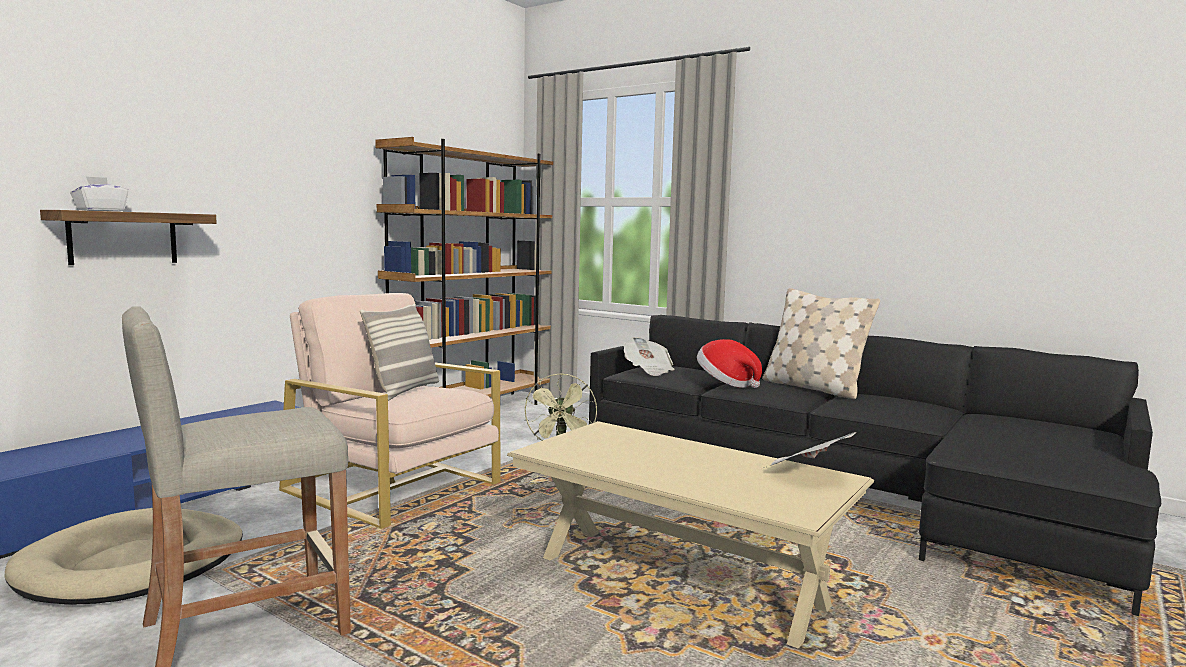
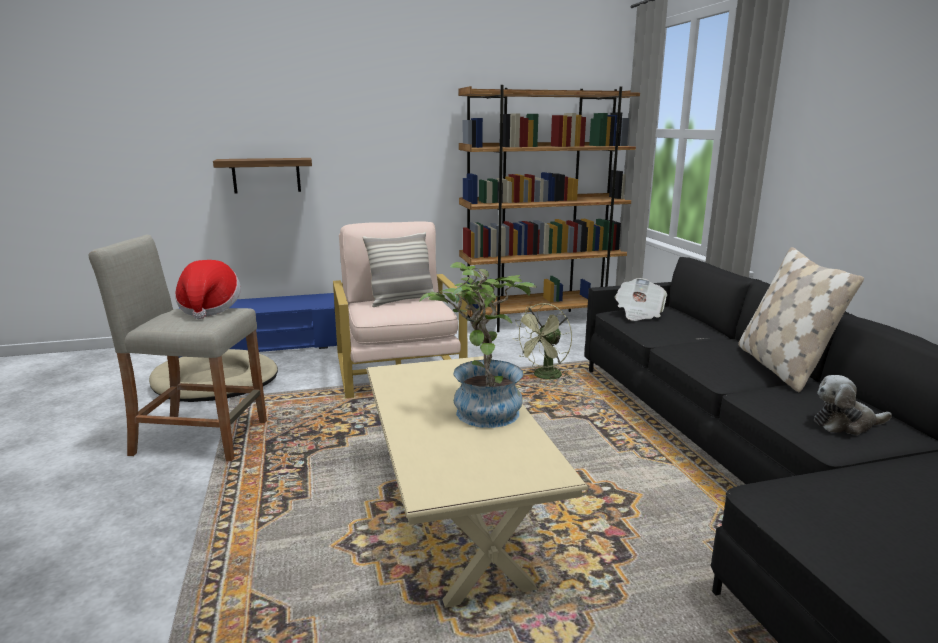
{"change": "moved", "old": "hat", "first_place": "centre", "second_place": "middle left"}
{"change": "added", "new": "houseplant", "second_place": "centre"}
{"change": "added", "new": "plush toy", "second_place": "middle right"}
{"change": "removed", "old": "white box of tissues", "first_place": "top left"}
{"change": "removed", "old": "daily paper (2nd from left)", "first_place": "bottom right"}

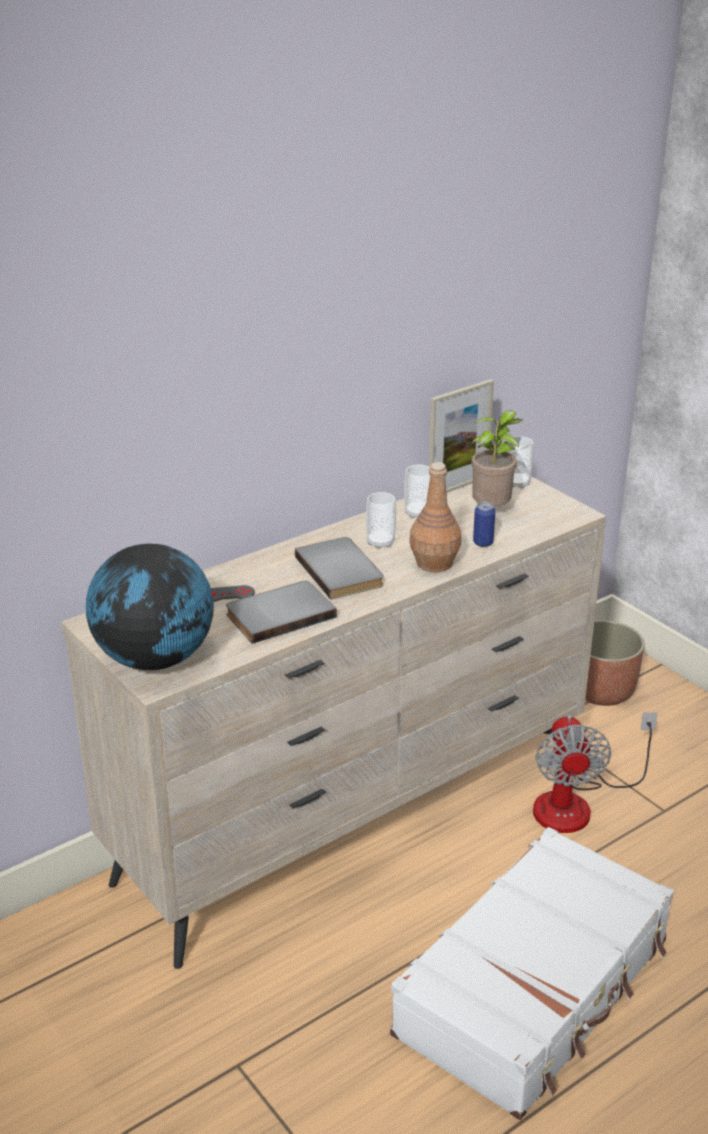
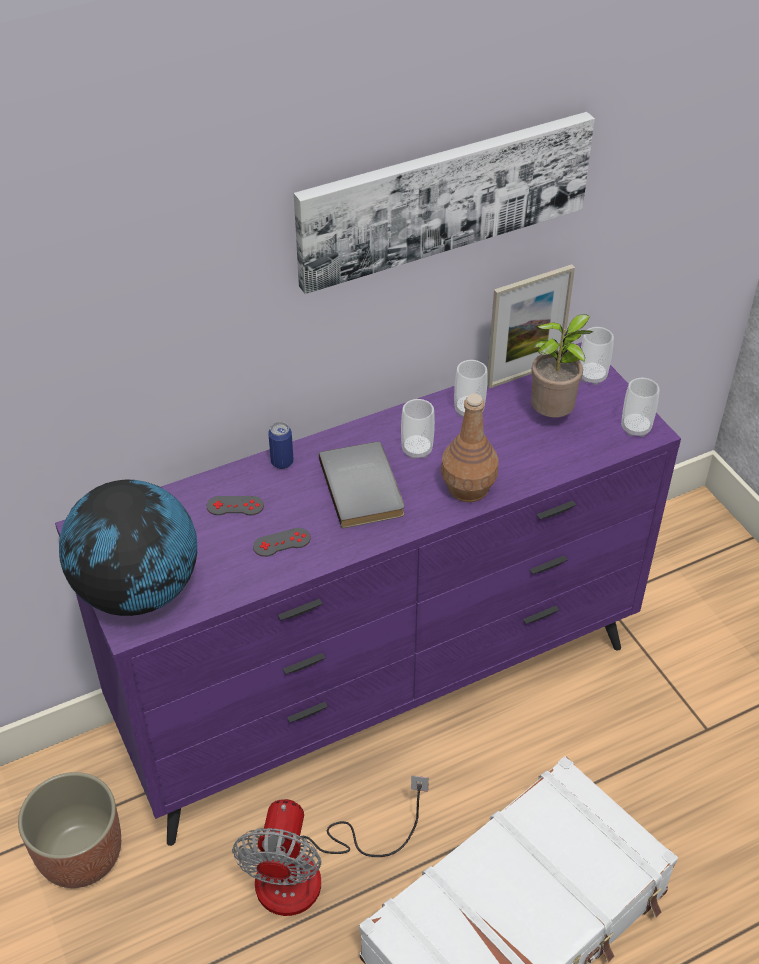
{"change": "moved", "old": "flower pot", "first_place": "middle right", "second_place": "bottom left"}
{"change": "recoloured", "old": "beige chest of drawers", "new": "purple-coloured chest of drawers", "first_place": "centre", "second_place": "centre"}
{"change": "moved", "old": "fan", "first_place": "bottom right", "second_place": "bottom centre"}
{"change": "replaced", "old": "grey bound book (1st from left)", "new": "grey joypad (2nd from left)", "first_place": "centre", "second_place": "centre"}
{"change": "moved", "old": "metal can", "first_place": "middle right", "second_place": "centre"}
{"change": "added", "new": "wall art", "second_place": "top centre"}
{"change": "added", "new": "small cup (4th from left)", "second_place": "middle right"}

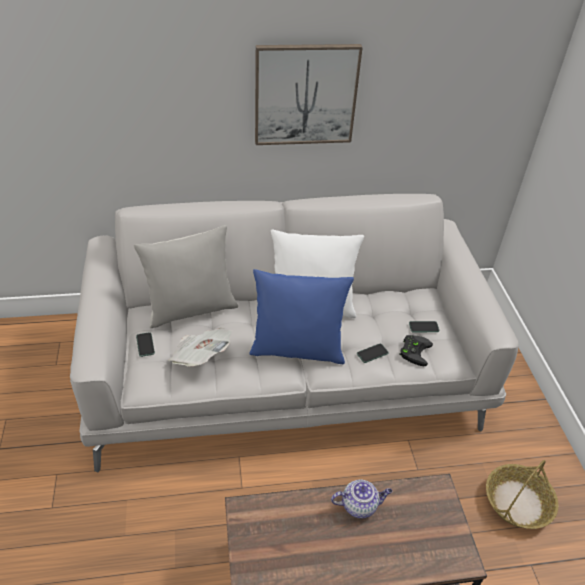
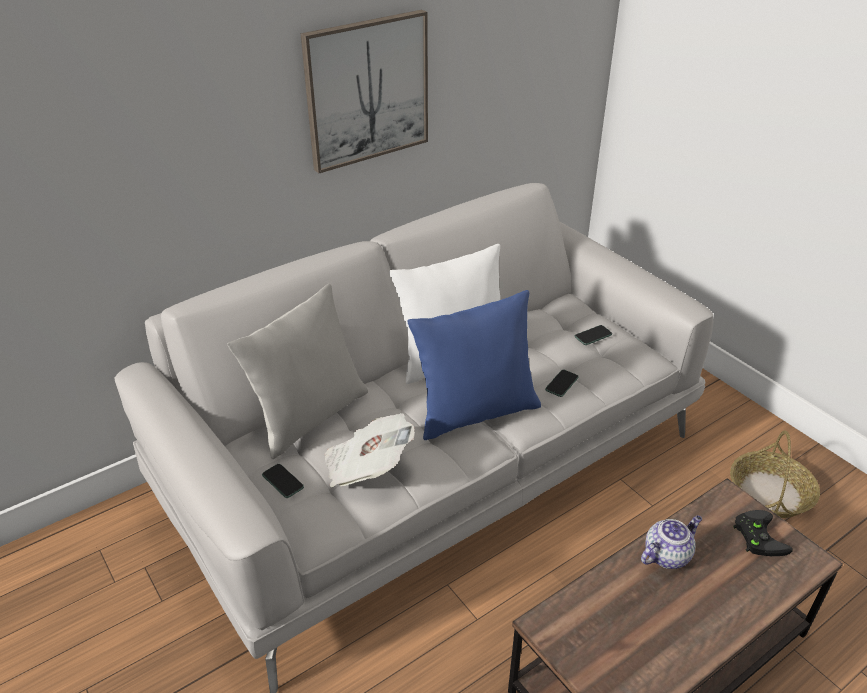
{"change": "moved", "old": "black joypad", "first_place": "middle right", "second_place": "bottom right"}

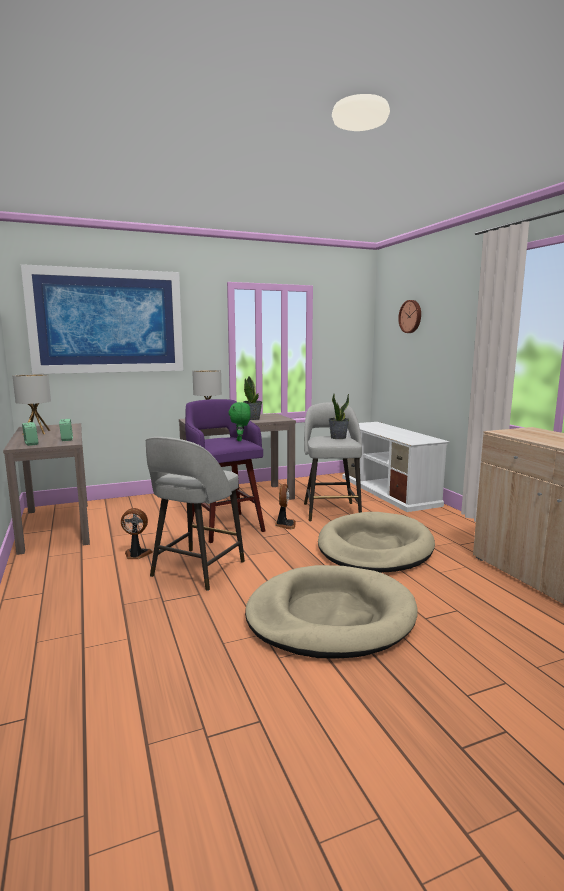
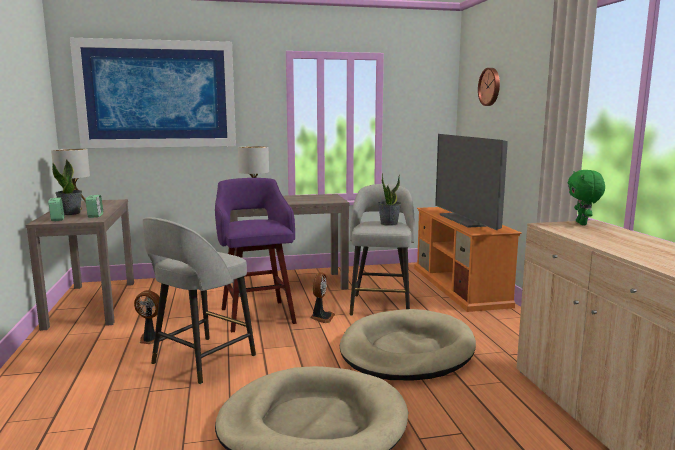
{"change": "moved", "old": "houseplant (1st from left)", "first_place": "centre", "second_place": "middle left"}
{"change": "recoloured", "old": "white media console", "new": "orange media console", "first_place": "middle right", "second_place": "middle right"}
{"change": "added", "new": "television", "second_place": "middle right"}
{"change": "moved", "old": "greenish plush toy", "first_place": "centre", "second_place": "middle right"}

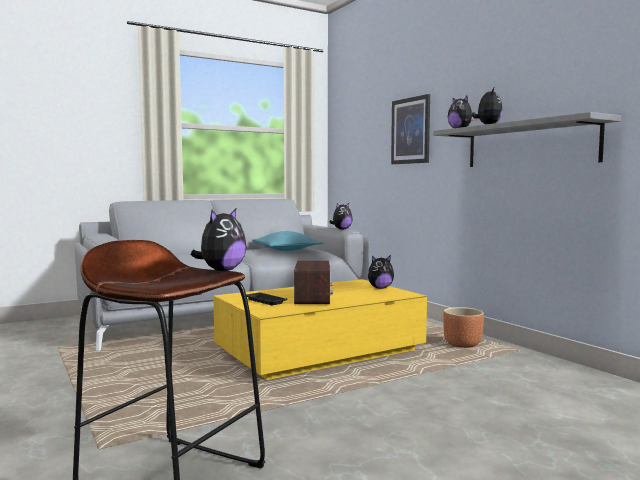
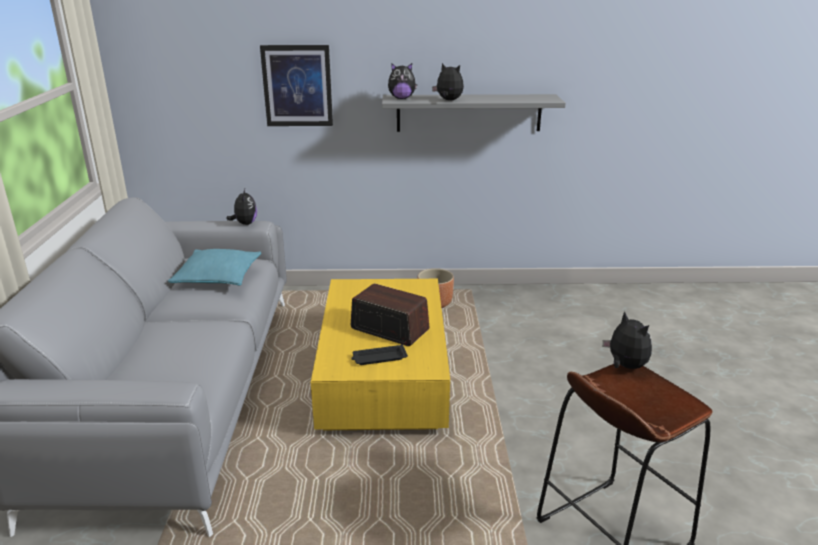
{"change": "removed", "old": "plush toy (3rd from left)", "first_place": "centre"}

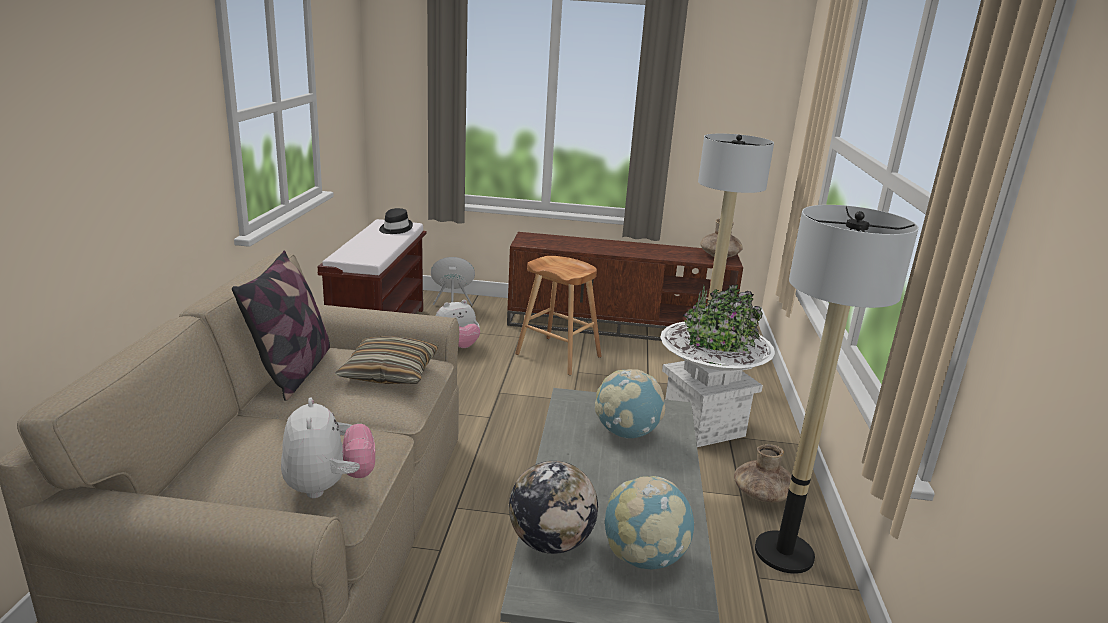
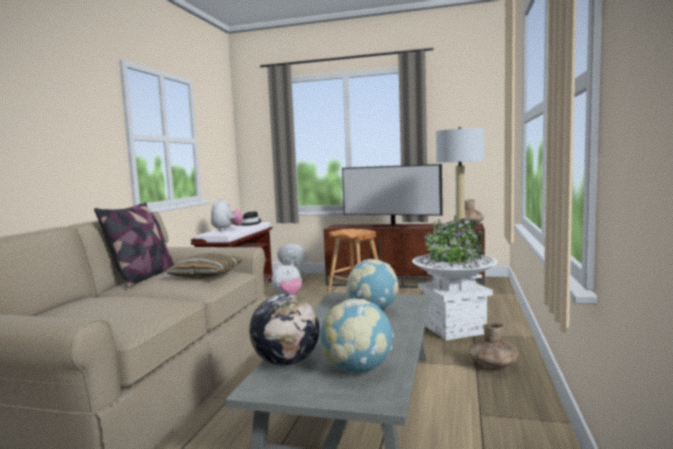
{"change": "moved", "old": "plush toy (1st from left)", "first_place": "bottom left", "second_place": "centre"}
{"change": "added", "new": "television", "second_place": "centre"}
{"change": "removed", "old": "standard lamp (2nd from left)", "first_place": "middle right"}

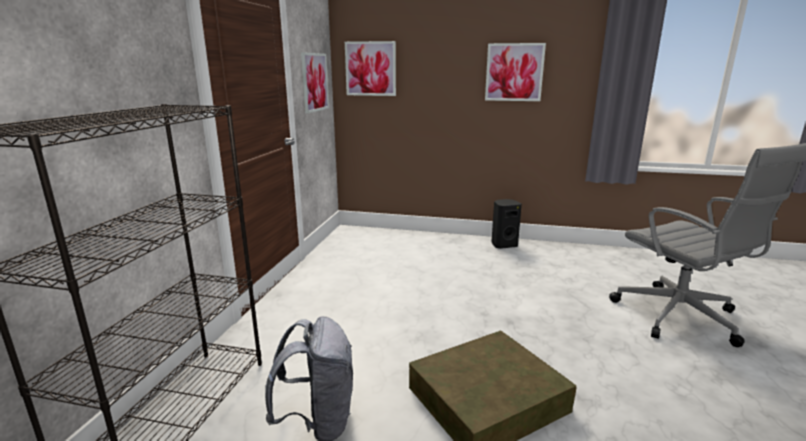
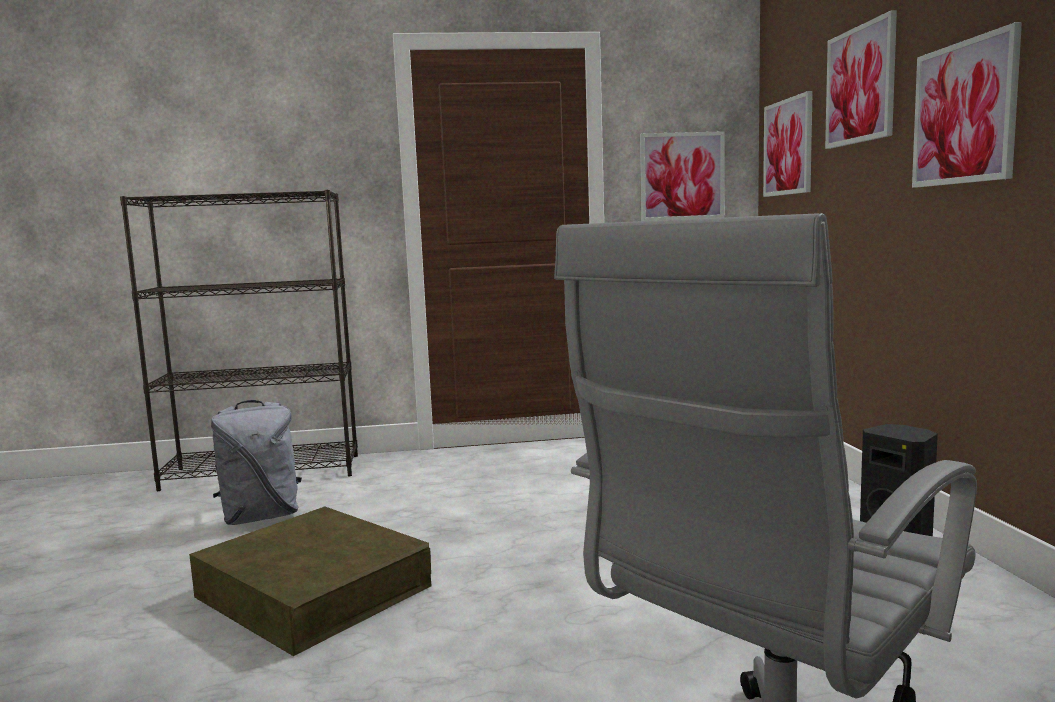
{"change": "added", "new": "wall art (3rd from left)", "second_place": "top right"}

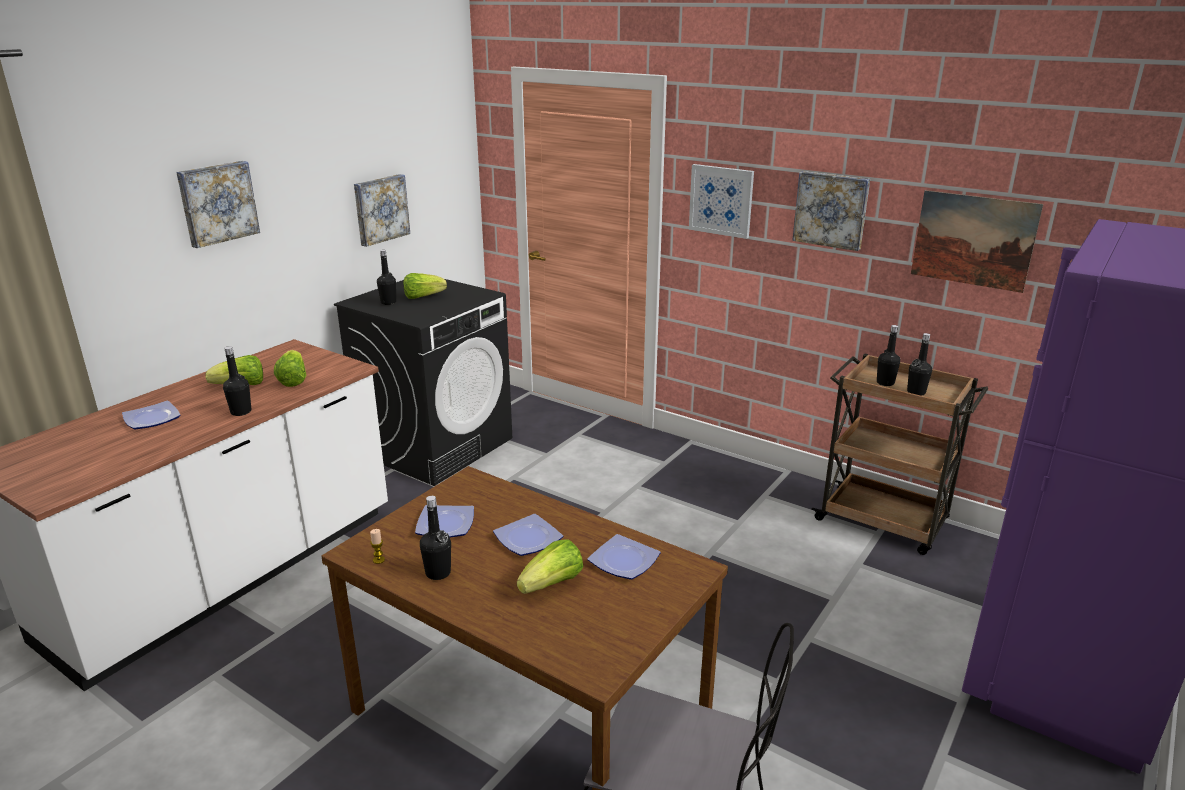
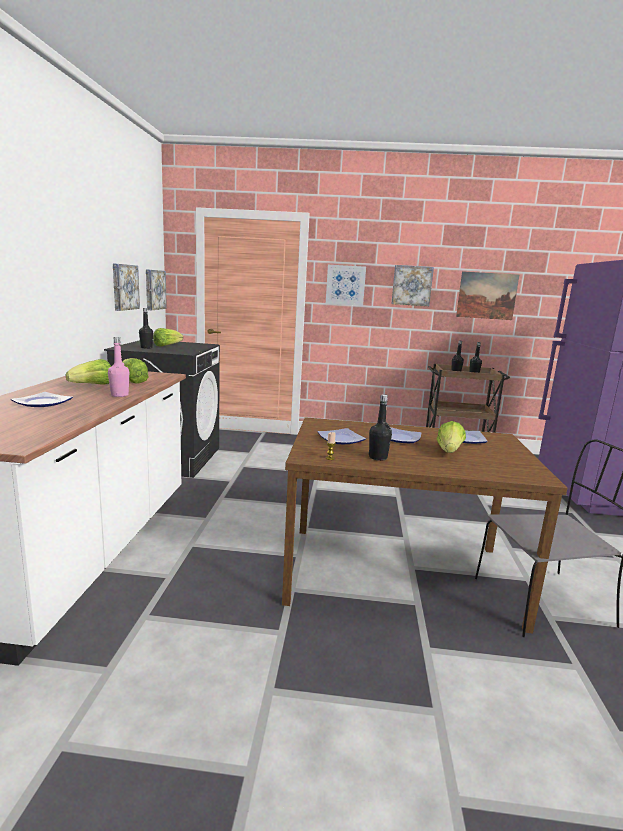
{"change": "recoloured", "old": "black beverage bottle (1st from left)", "new": "pinkish beverage bottle", "first_place": "middle left", "second_place": "middle left"}
{"change": "moved", "old": "wall art (1st from left in the first image)", "new": "wall art (2nd from left)", "first_place": "top left", "second_place": "middle left"}

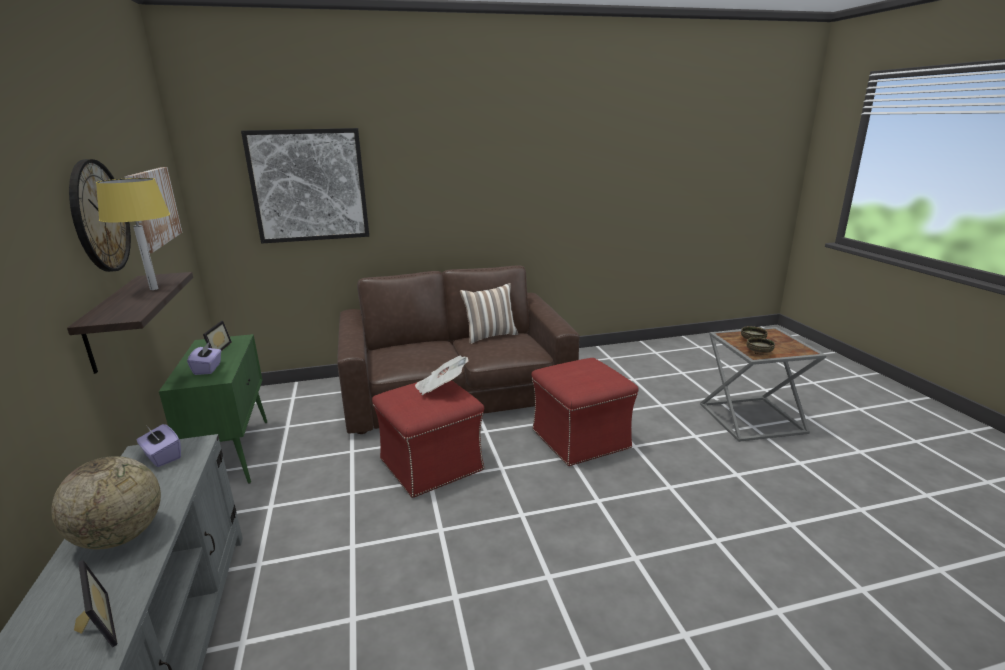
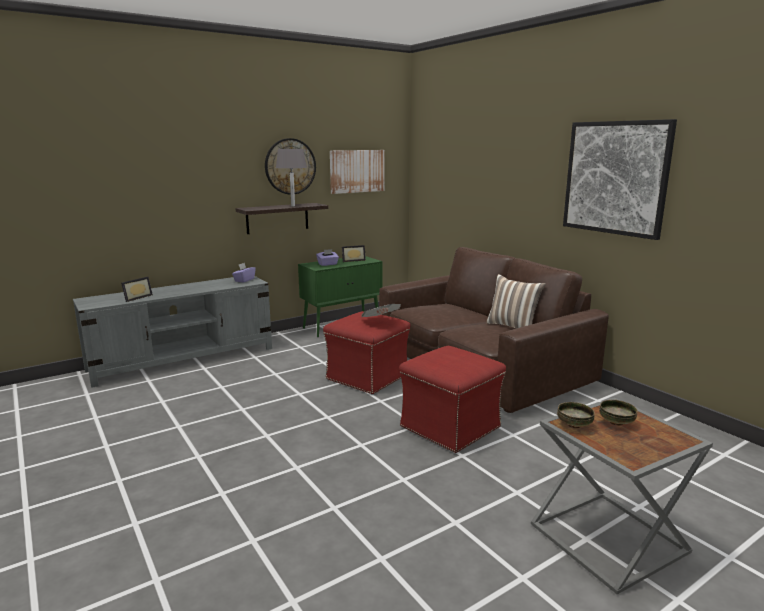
{"change": "recoloured", "old": "yellowish lamp for a table", "new": "grey lamp for a table", "first_place": "middle left", "second_place": "top centre"}
{"change": "moved", "old": "wall art (2nd from left)", "first_place": "top left", "second_place": "top right"}
{"change": "removed", "old": "world globe", "first_place": "bottom left"}

